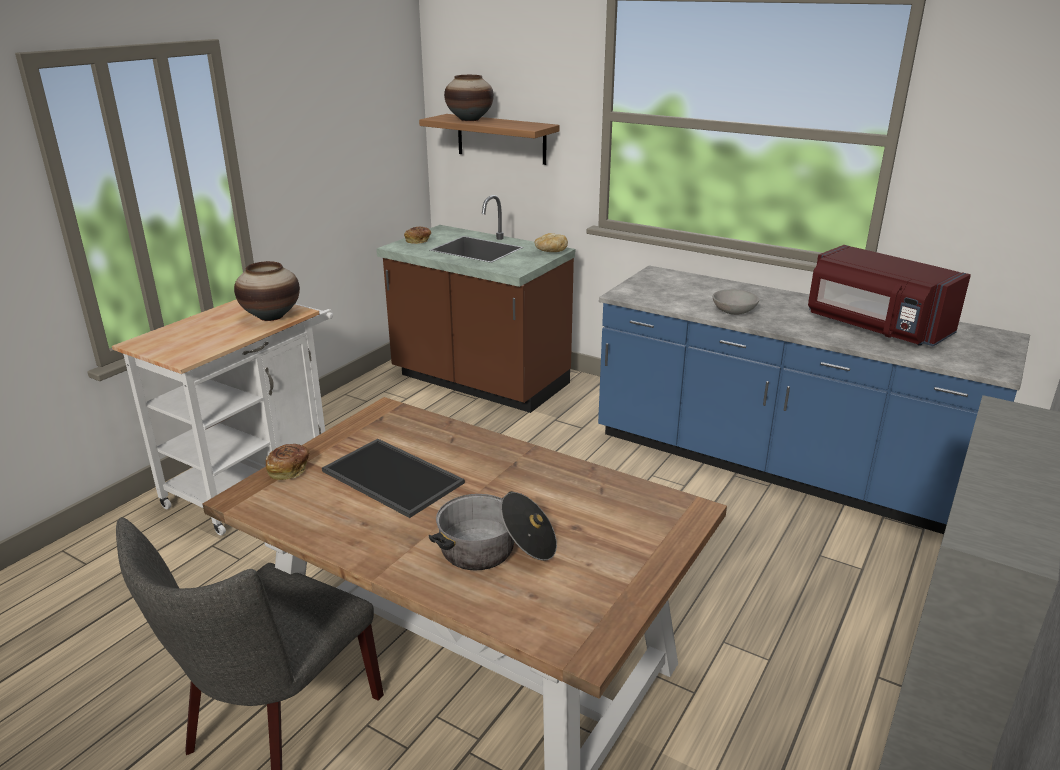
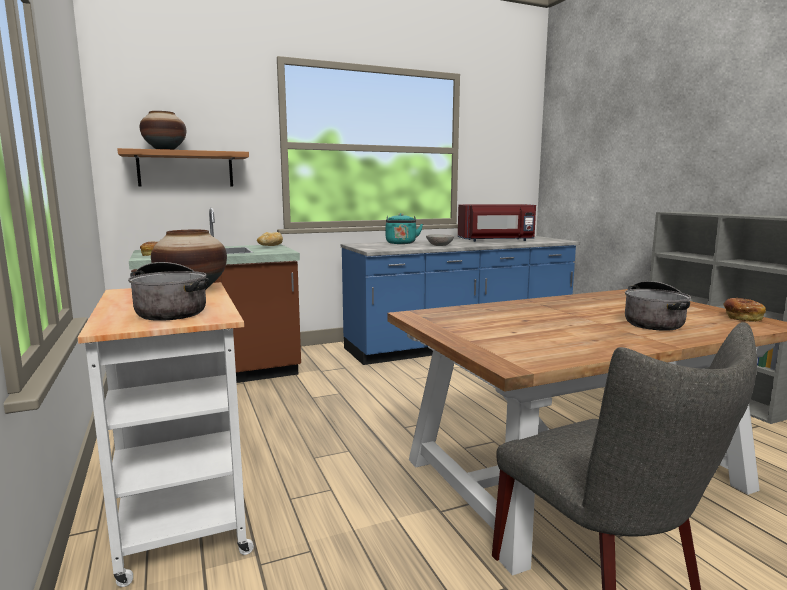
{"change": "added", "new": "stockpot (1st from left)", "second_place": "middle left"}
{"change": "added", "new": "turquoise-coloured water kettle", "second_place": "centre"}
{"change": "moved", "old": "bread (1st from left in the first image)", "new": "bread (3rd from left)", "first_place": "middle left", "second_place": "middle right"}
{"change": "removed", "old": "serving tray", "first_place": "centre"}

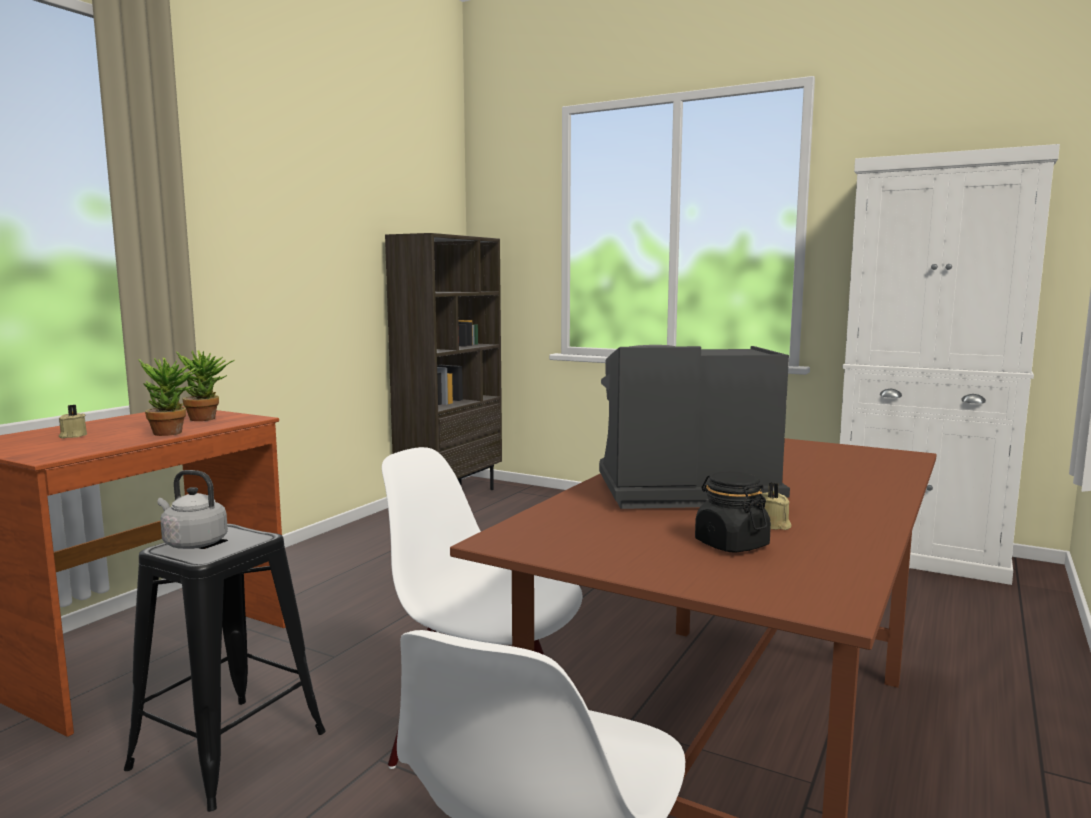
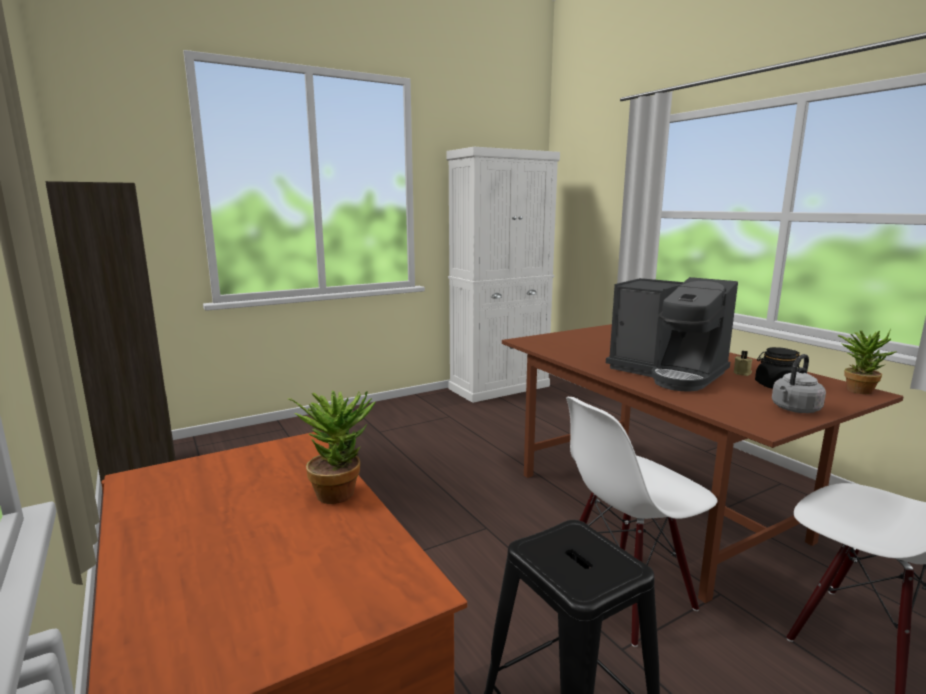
{"change": "turned", "old": "coffee brewer", "first_place": "centre", "second_place": "middle right", "degrees": -75}
{"change": "moved", "old": "grey water kettle", "first_place": "middle left", "second_place": "middle right"}
{"change": "moved", "old": "houseplant (2nd from left)", "first_place": "middle left", "second_place": "middle right"}
{"change": "removed", "old": "beige wax candle (1st from left)", "first_place": "middle left"}

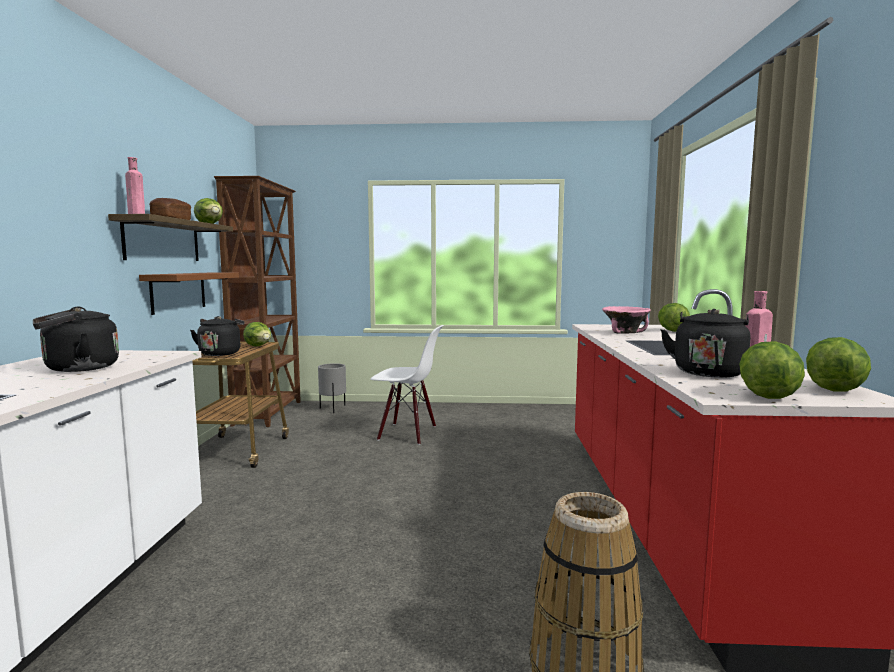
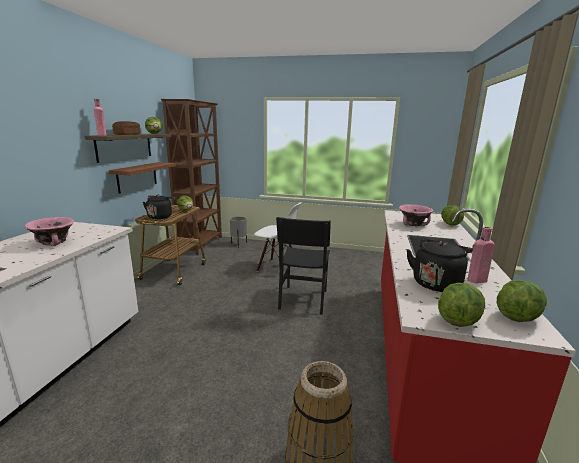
{"change": "replaced", "old": "black water kettle (1st from left)", "new": "pinkish bowl (1st from left)", "first_place": "middle left", "second_place": "middle left"}
{"change": "added", "new": "black chair", "second_place": "centre"}

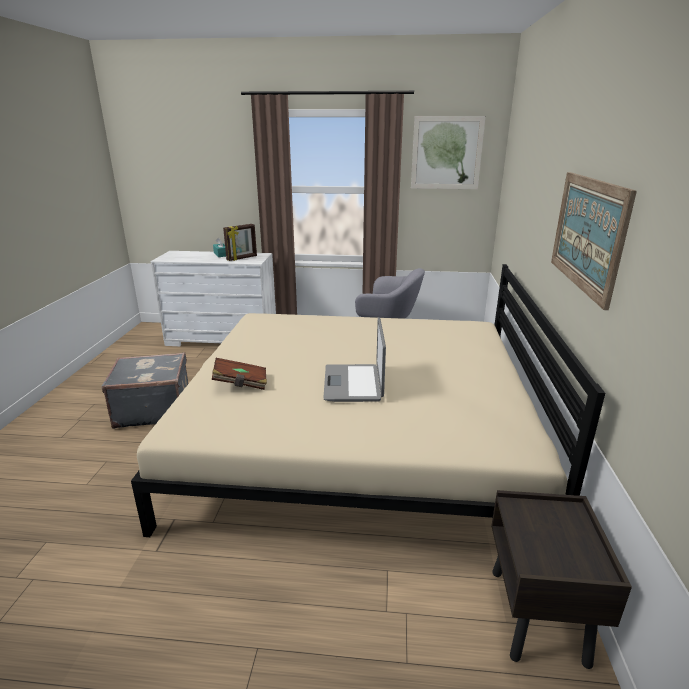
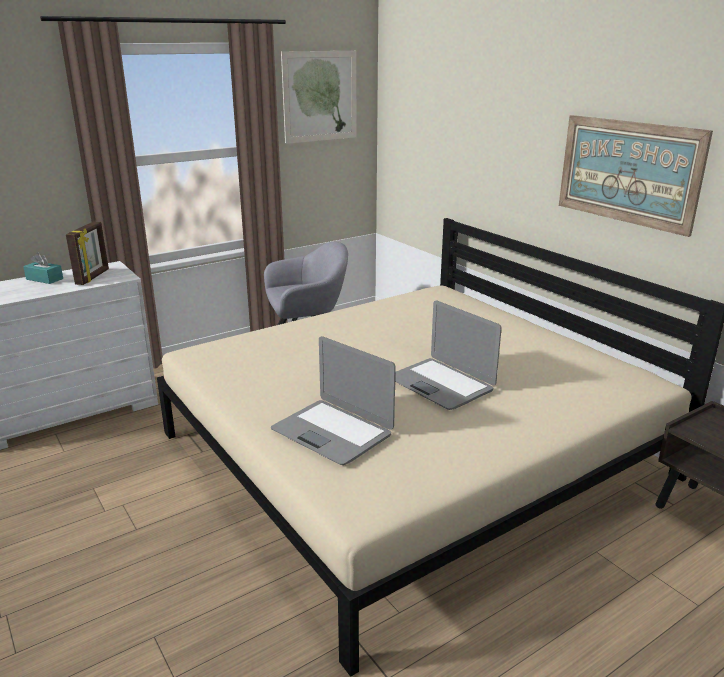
{"change": "replaced", "old": "brown-coloured bound book", "new": "portable computer (1st from left)", "first_place": "centre", "second_place": "centre"}
{"change": "removed", "old": "grey suitcase", "first_place": "middle left"}

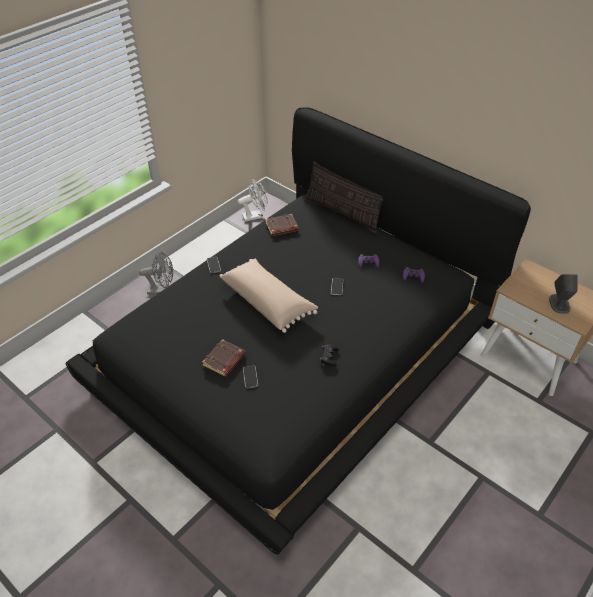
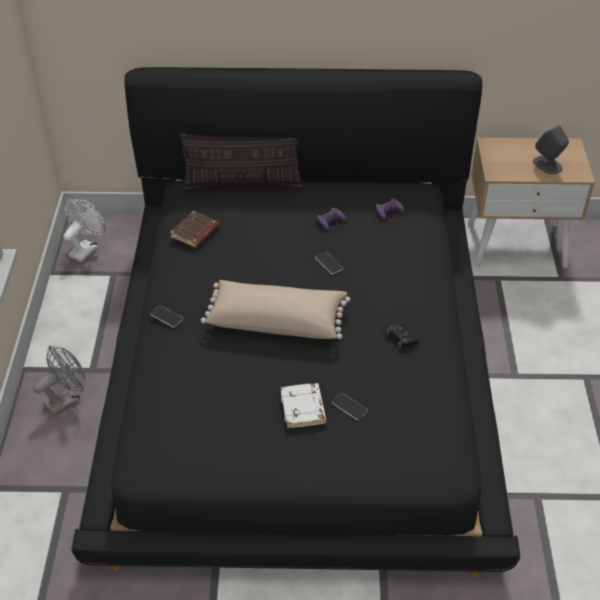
{"change": "recoloured", "old": "brown-coloured bound book (1st from left)", "new": "white bound book", "first_place": "centre", "second_place": "bottom centre"}

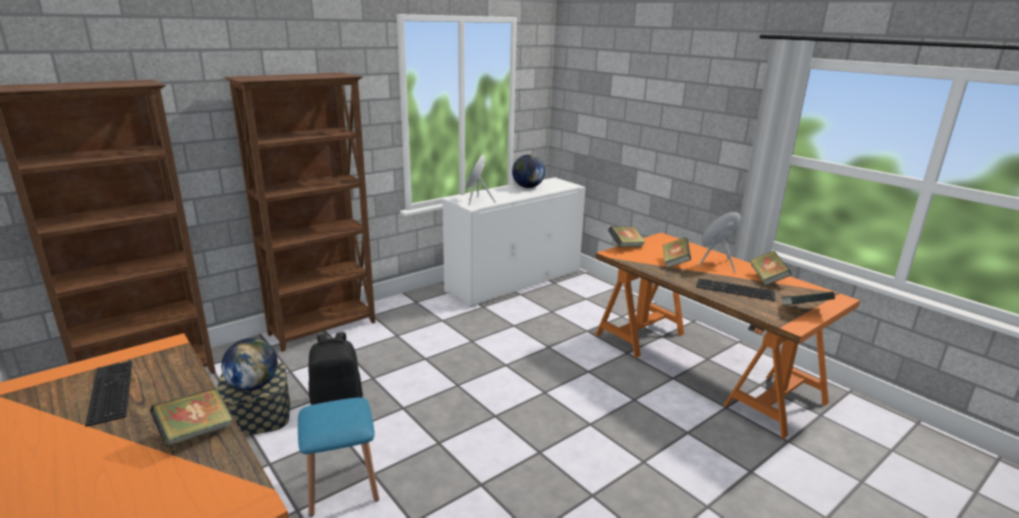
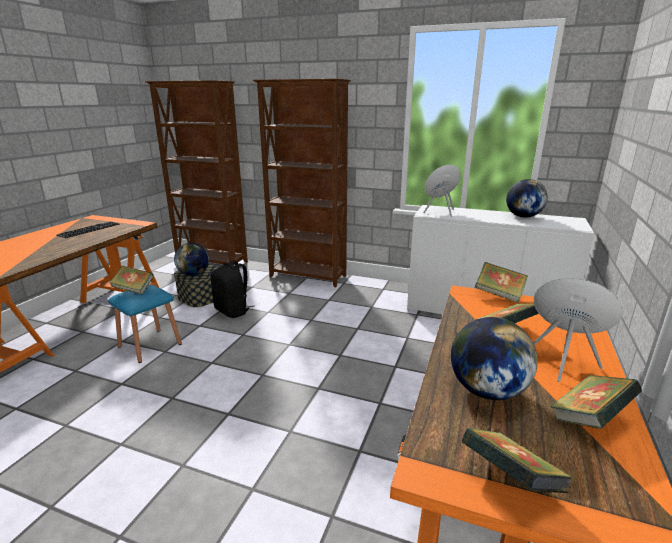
{"change": "moved", "old": "bound book (1st from left)", "first_place": "bottom left", "second_place": "middle left"}
{"change": "replaced", "old": "keyboard (2nd from left)", "new": "world globe (2nd from left)", "first_place": "middle right", "second_place": "middle right"}

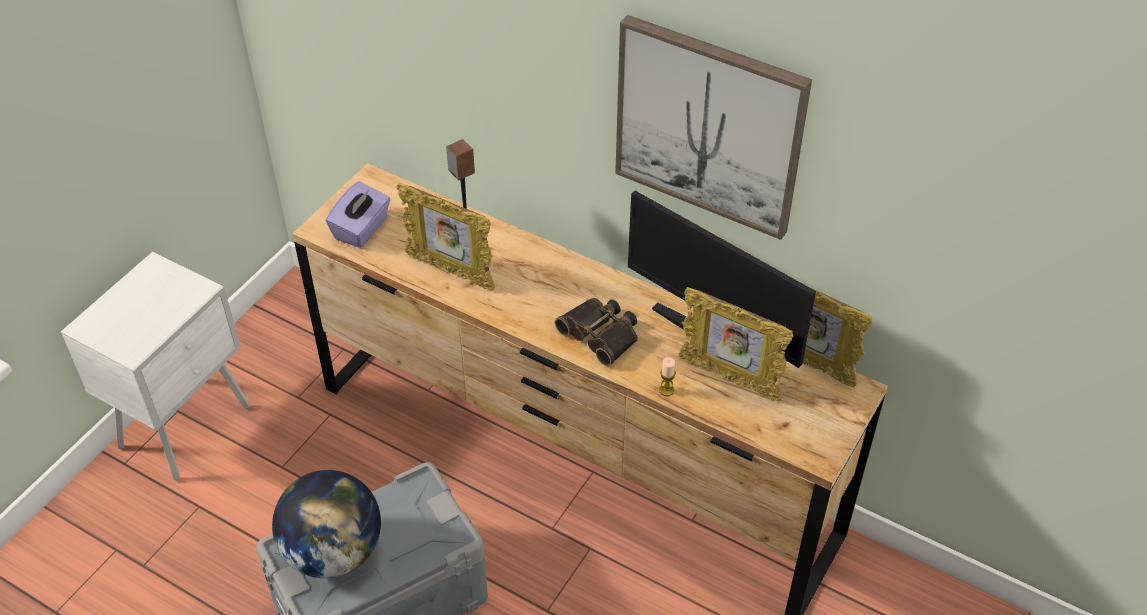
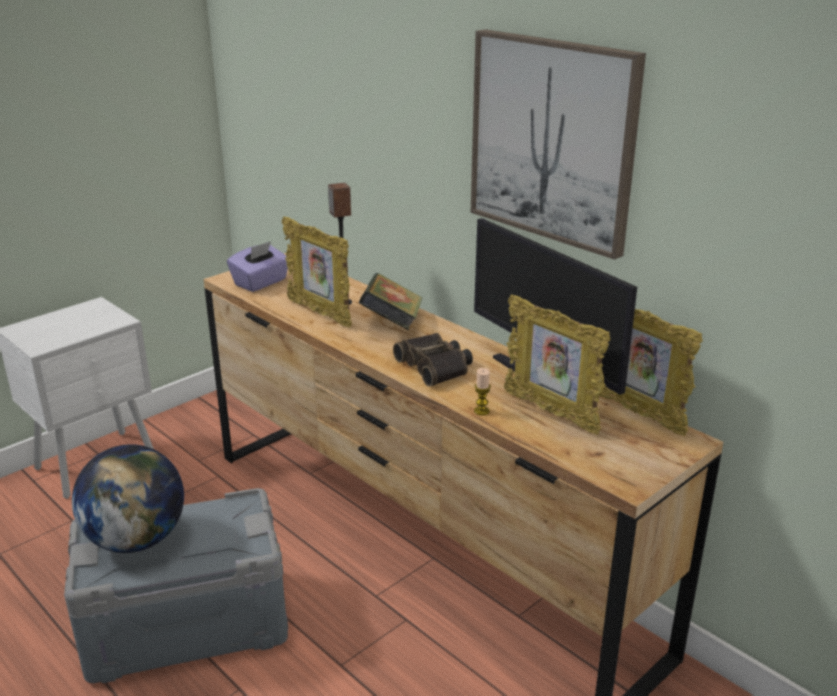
{"change": "added", "new": "bound book", "second_place": "centre"}

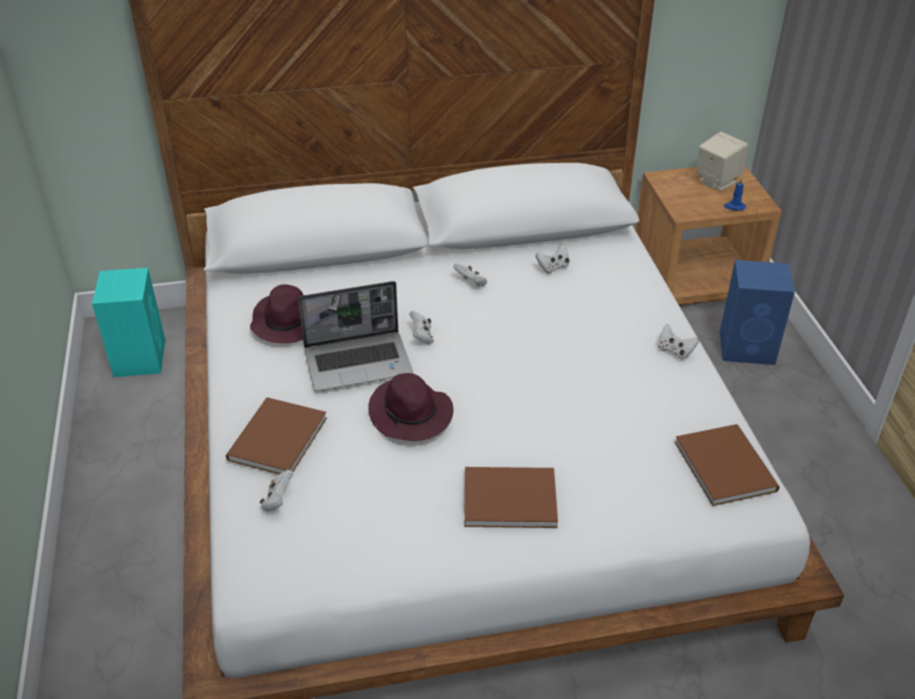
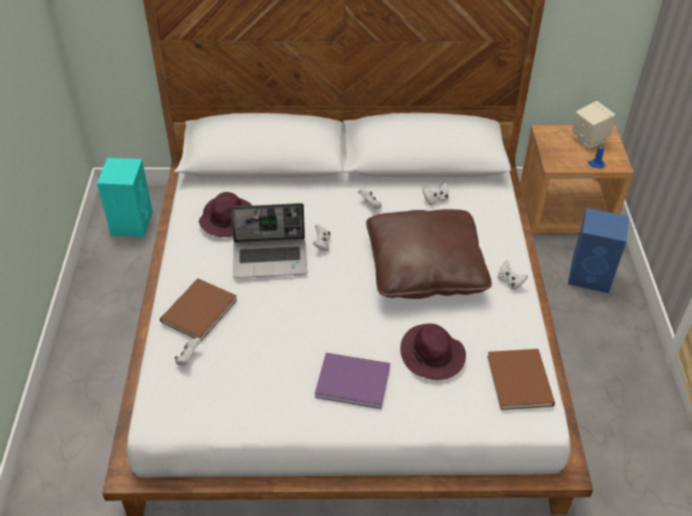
{"change": "recoloured", "old": "brown-coloured bound book (2nd from left)", "new": "purple-coloured bound book", "first_place": "bottom centre", "second_place": "bottom centre"}
{"change": "added", "new": "brown-coloured pillow", "second_place": "centre"}
{"change": "moved", "old": "purple-coloured hat (2nd from left)", "first_place": "centre", "second_place": "bottom centre"}

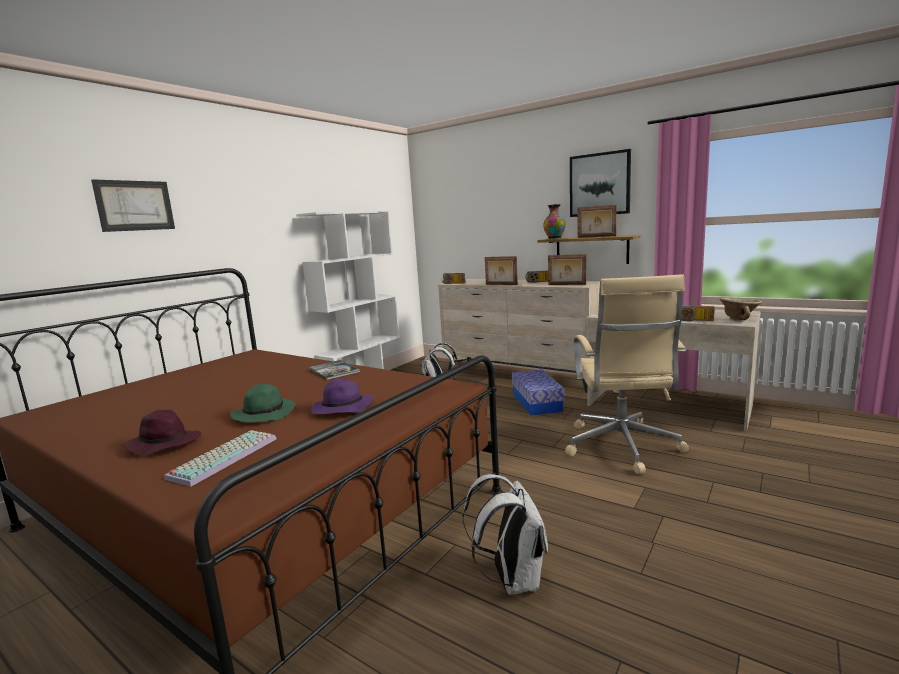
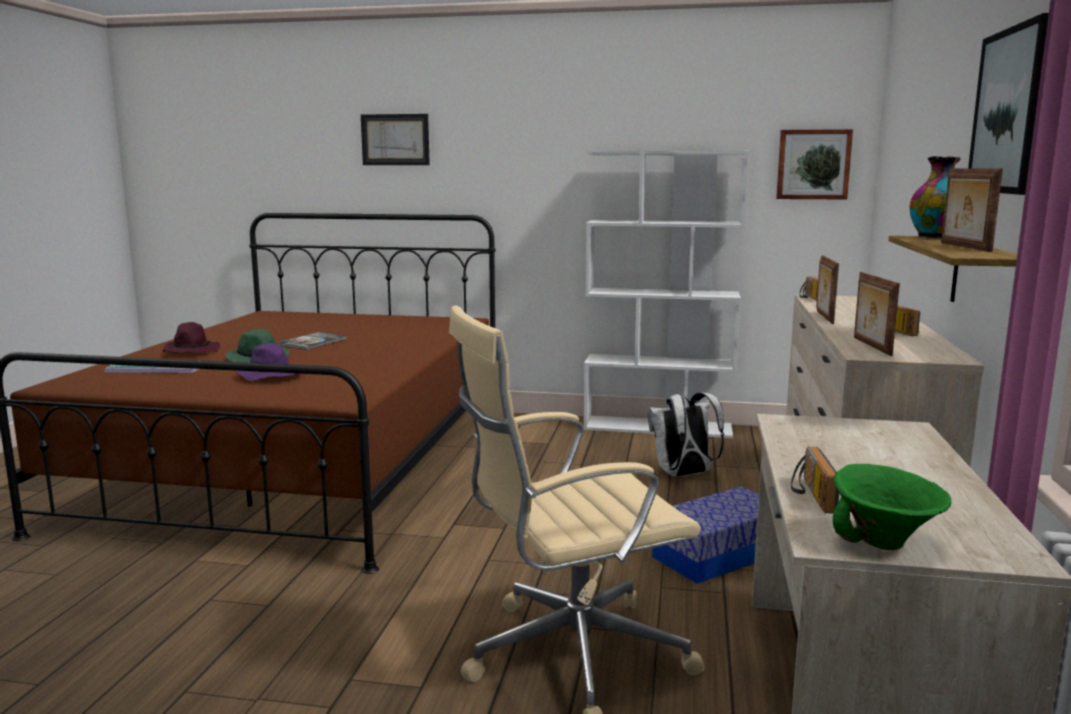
{"change": "moved", "old": "bound book", "first_place": "centre", "second_place": "middle left"}
{"change": "added", "new": "wall art (2nd from left)", "second_place": "top right"}
{"change": "recoloured", "old": "beige bowl", "new": "greenish bowl", "first_place": "middle right", "second_place": "bottom right"}
{"change": "removed", "old": "white backpack (2nd from left)", "first_place": "bottom centre"}

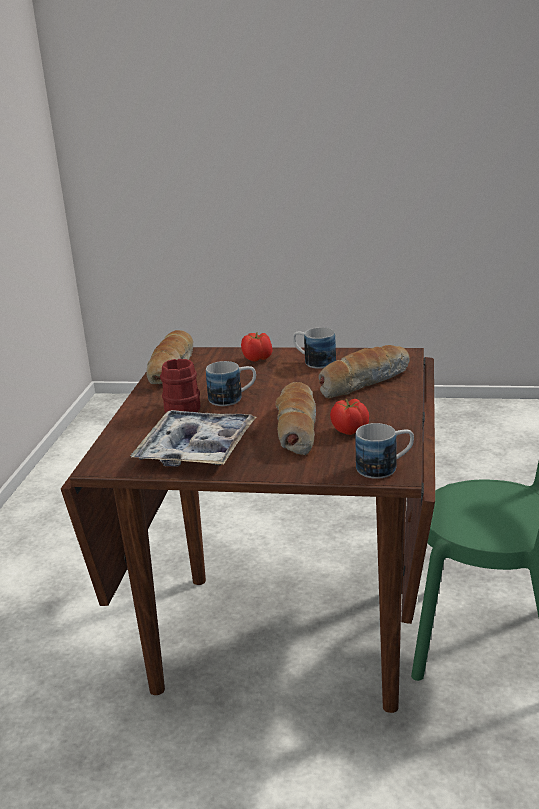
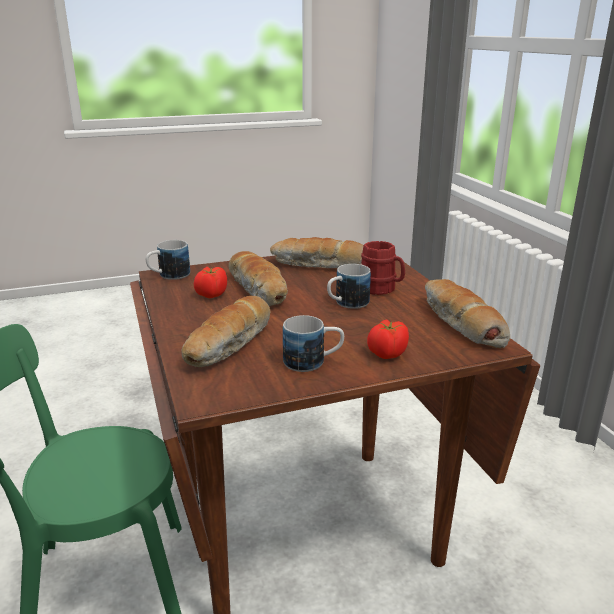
{"change": "replaced", "old": "serving tray", "new": "bread (3rd from left)", "first_place": "centre", "second_place": "centre"}

